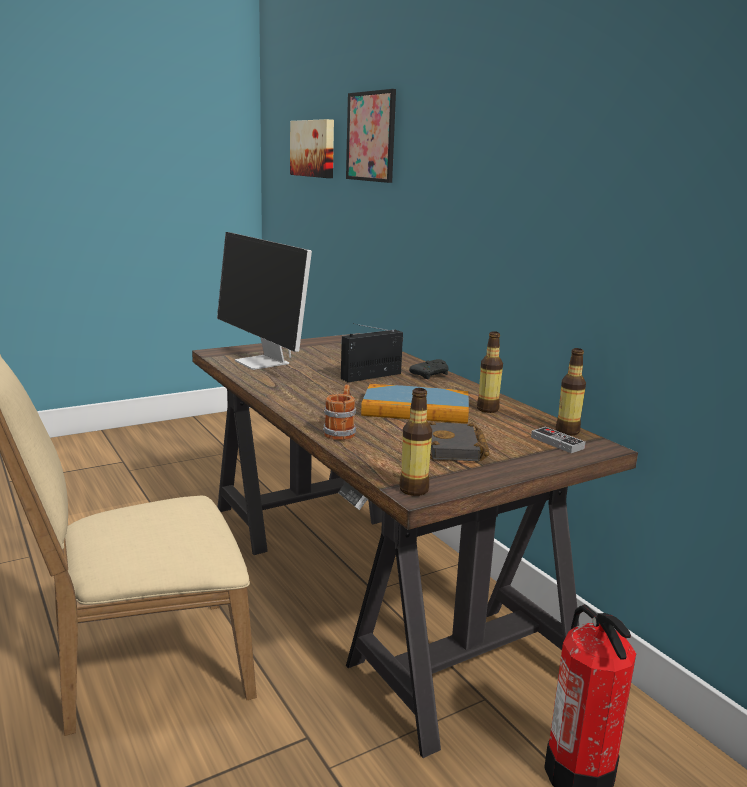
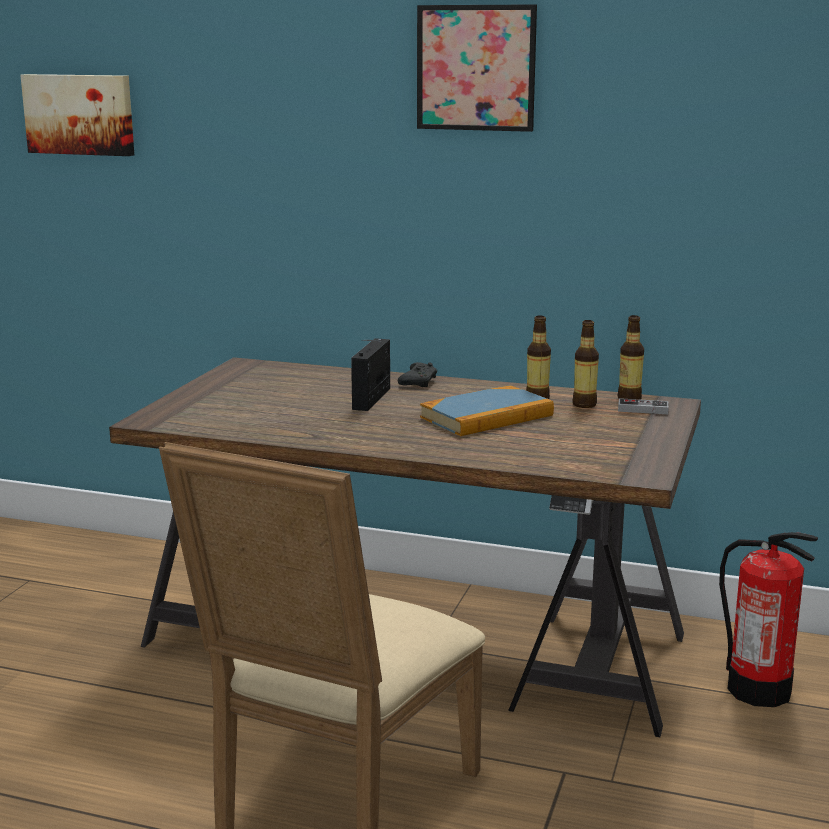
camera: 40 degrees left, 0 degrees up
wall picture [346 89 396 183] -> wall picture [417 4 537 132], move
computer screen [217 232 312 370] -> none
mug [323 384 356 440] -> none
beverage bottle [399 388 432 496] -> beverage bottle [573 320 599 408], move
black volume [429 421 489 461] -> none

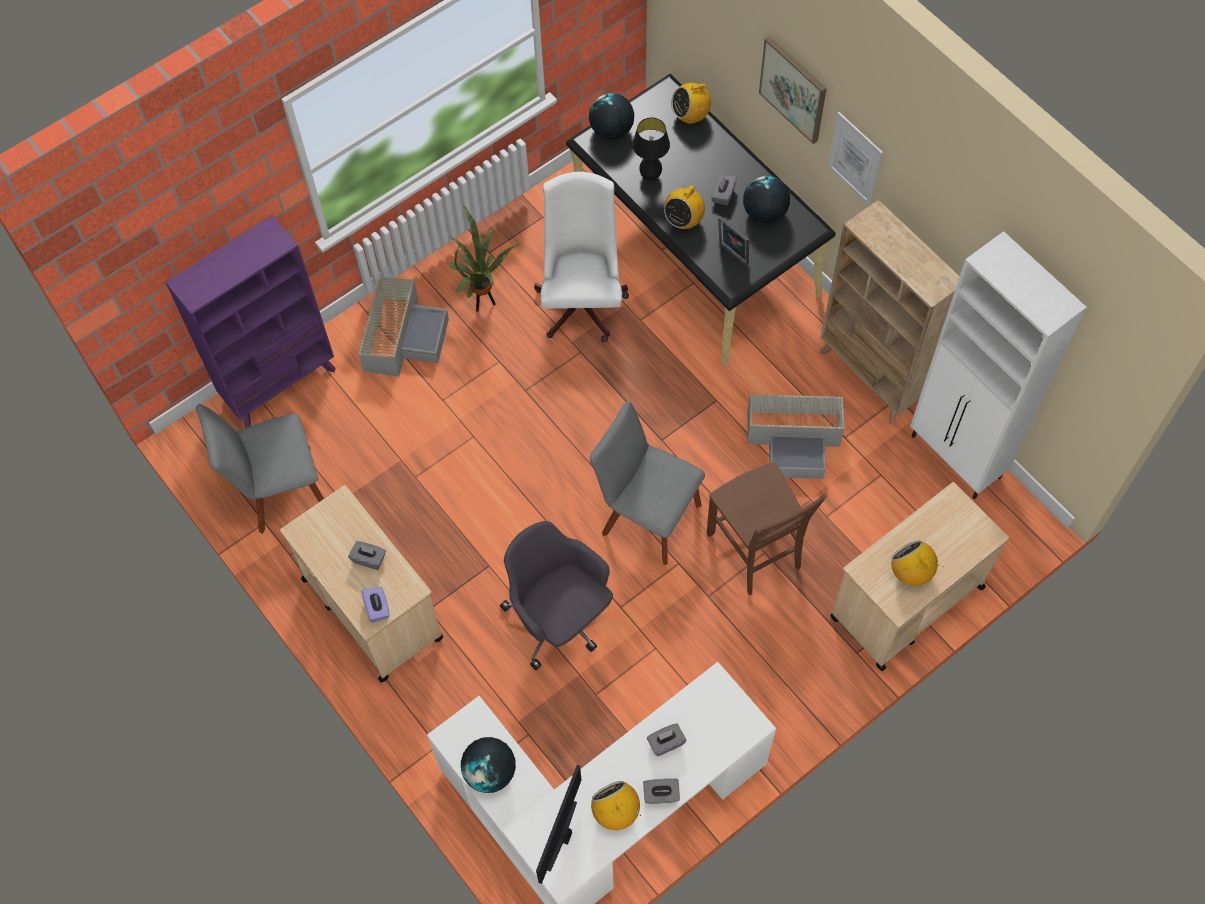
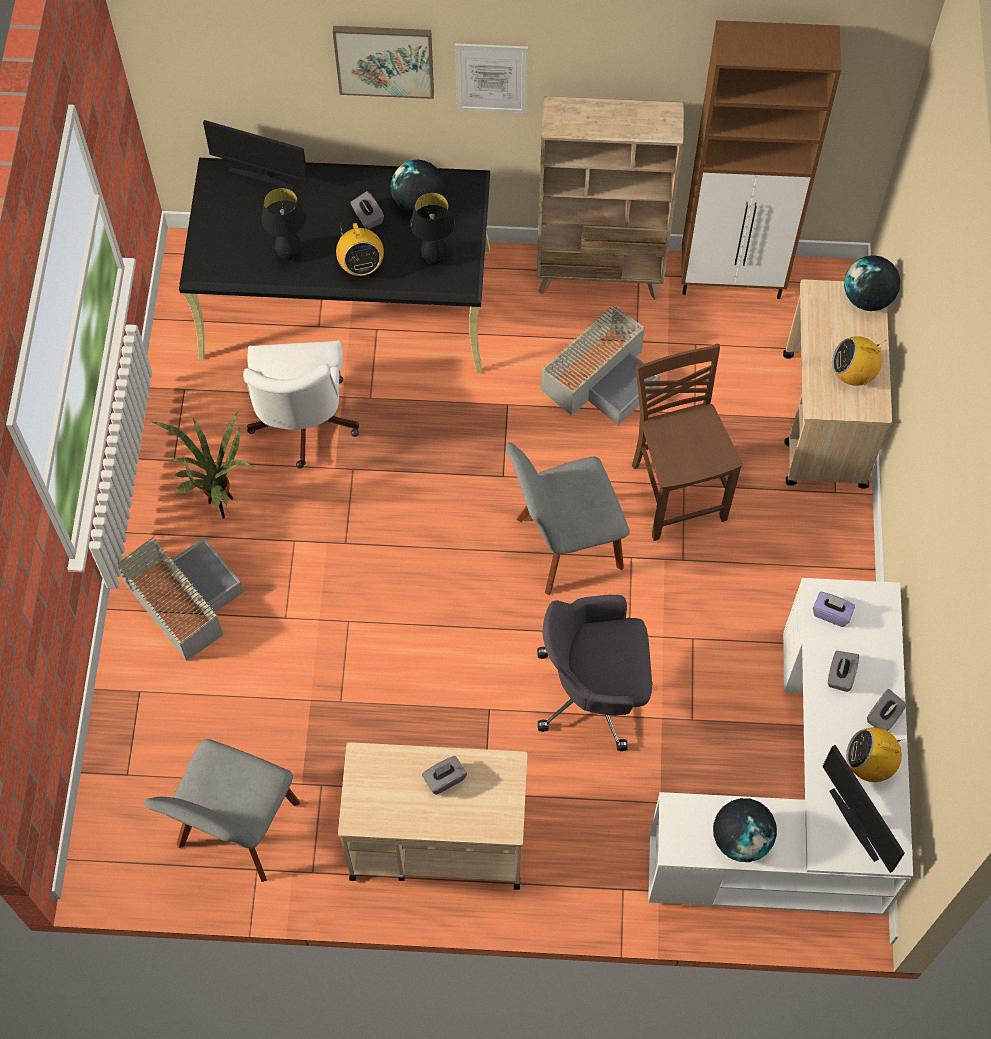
camera: 50 degrees left, 0 degrees up
radio set [671 81 711 124] -> computer screen [203 120 308 190]
globe [589 93 634 140] -> globe [844 255 900 311], move
white computer chair [534 172 629 342] -> white computer chair [243 340 359 469], 135 degrees counterclockwise
purple bookcase [165 215 336 428] -> none
picture frame [718 216 749 266] -> black table lamp [410 192 455 265]
white storage cabinet [910 231 1087 499] -> brown storage cabinet [681 20 841 299]
brown chair [707 461 827 595] -> brown chair [632 344 743 541], 120 degrees counterclockwise
purple box of tissues [362 587 390 623] -> purple box of tissues [813 592 855 627], move

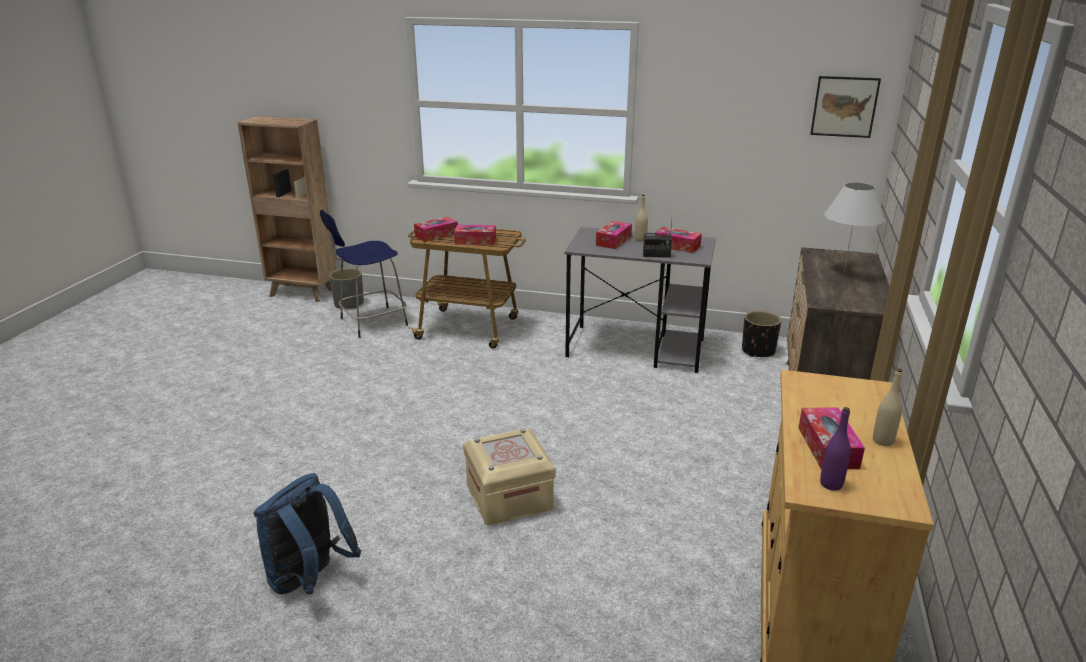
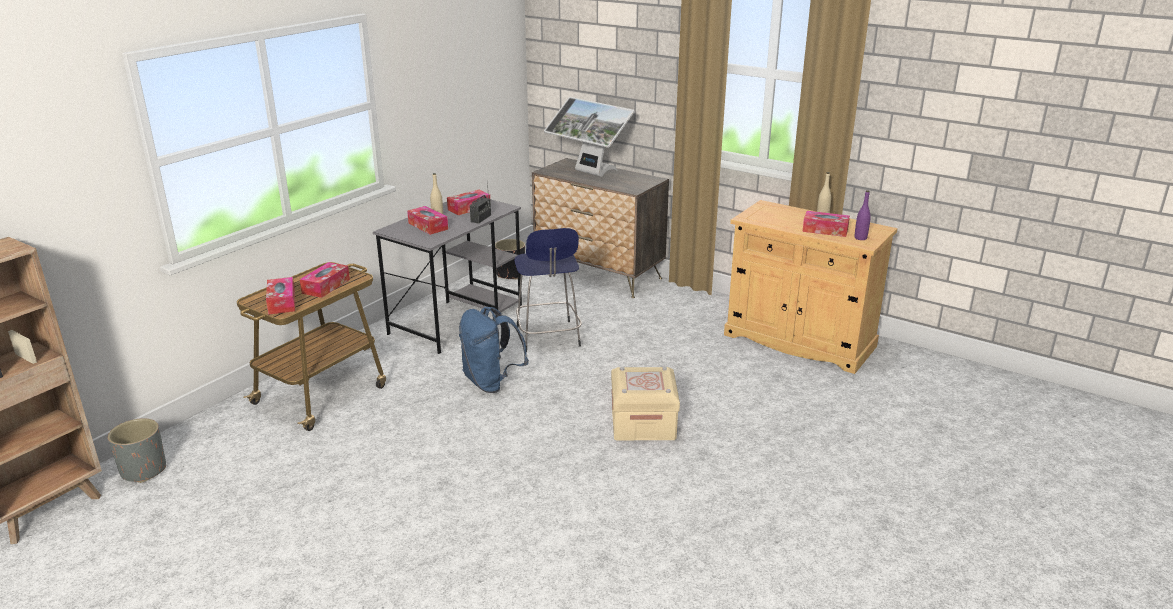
camera: 70 degrees left, 0 degrees up
wall picture [810 76 881 138] -> none
white table lamp [824 182 885 272] -> computer screen [544 97 635 177]
blue stool [320 209 408 338] -> blue stool [514 228 582 352], move
blue rucksack [254 473 361 595] -> blue rucksack [459 307 529 393], move

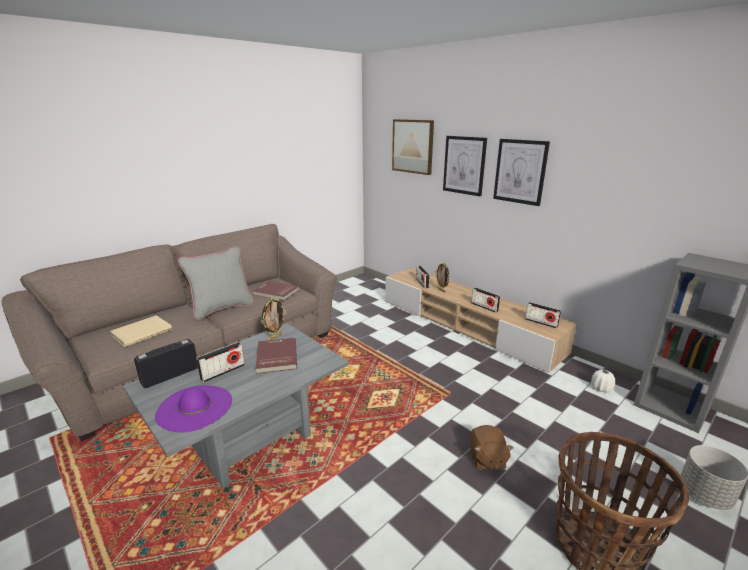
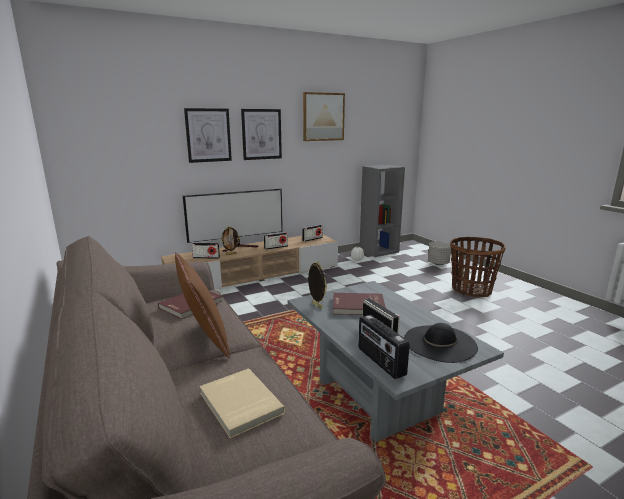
camera: 75 degrees left, 5 degrees down
wall picture [392 119 434 175] -> wall picture [303 92 345 141], move
grey pillow [178 246 254 320] -> brown pillow [175 252 230 358]
purple clothing hat [155 385 232 432] -> black clothing hat [404 323 478 363]
brown soft toy [470 425 513 470] -> none
none -> TV set [183 189 283 252]

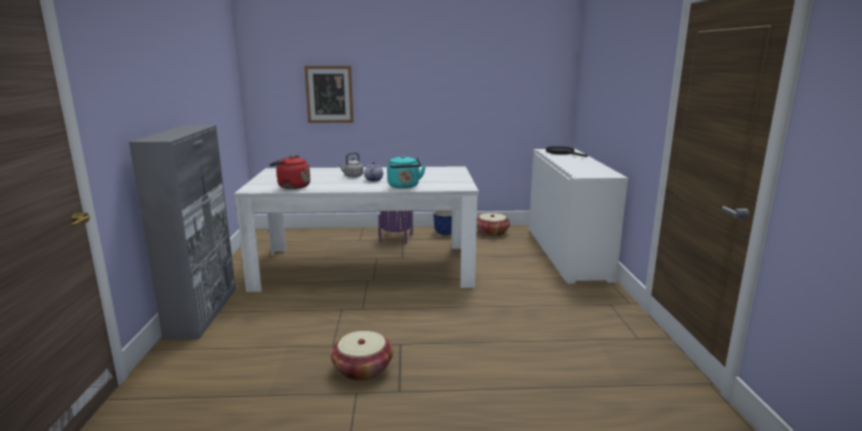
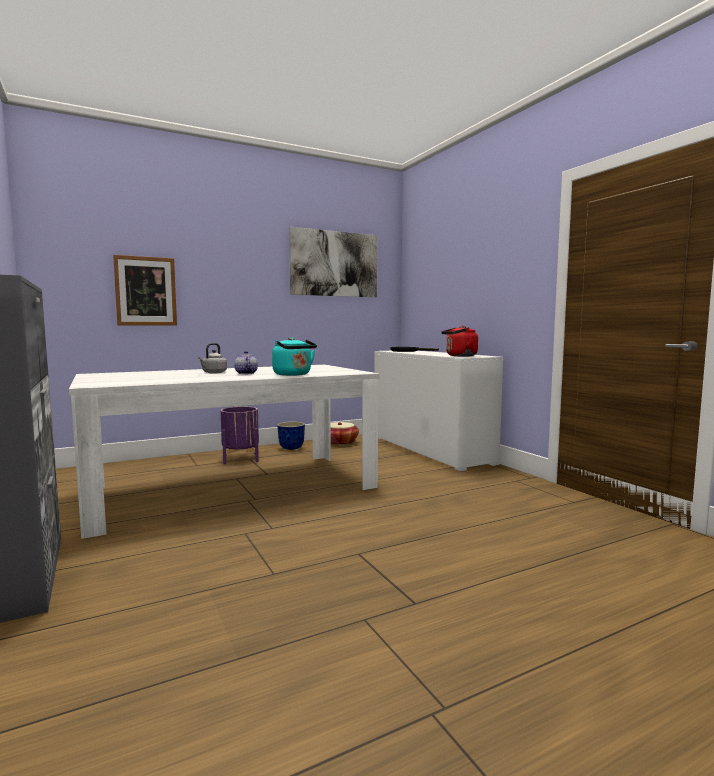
camera: 25 degrees left, 10 degrees down
red-coloured kettle [269 155 310 189] -> red-coloured kettle [441 326 478 357], move
household basket [331 331 393 381] -> none
none -> wall picture [289 227 377 297]

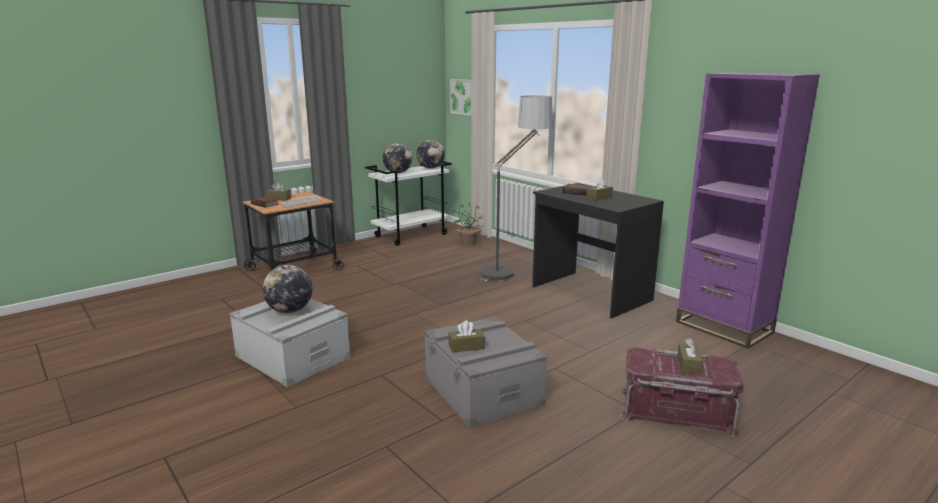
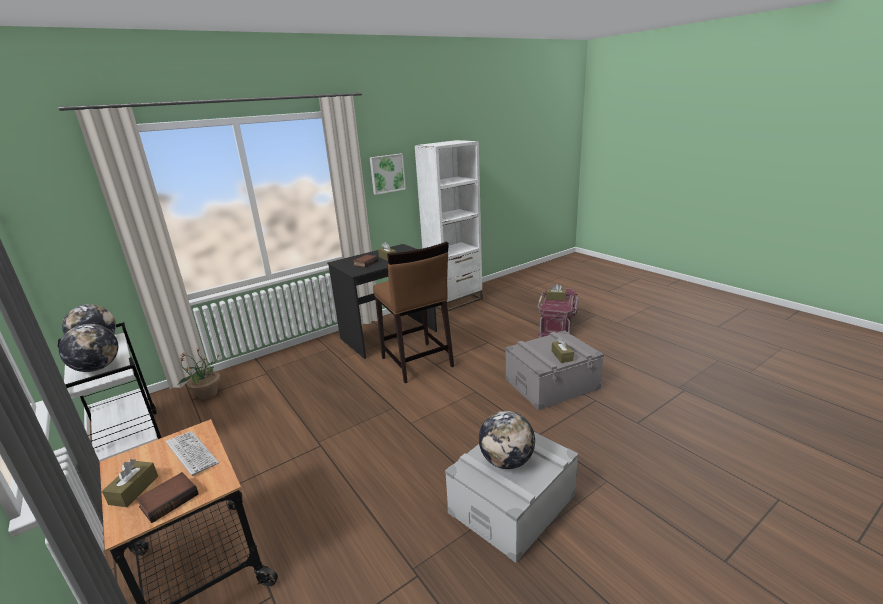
camera: 85 degrees left, 5 degrees up
purple bookcase [676 72 820 349] -> white bookcase [414 140 483 311]
wall picture [450 79 471 115] -> wall picture [370 154 406 195], move
floor lamp [480 95 552 282] -> none
none -> brown stool [373 241 454 383]

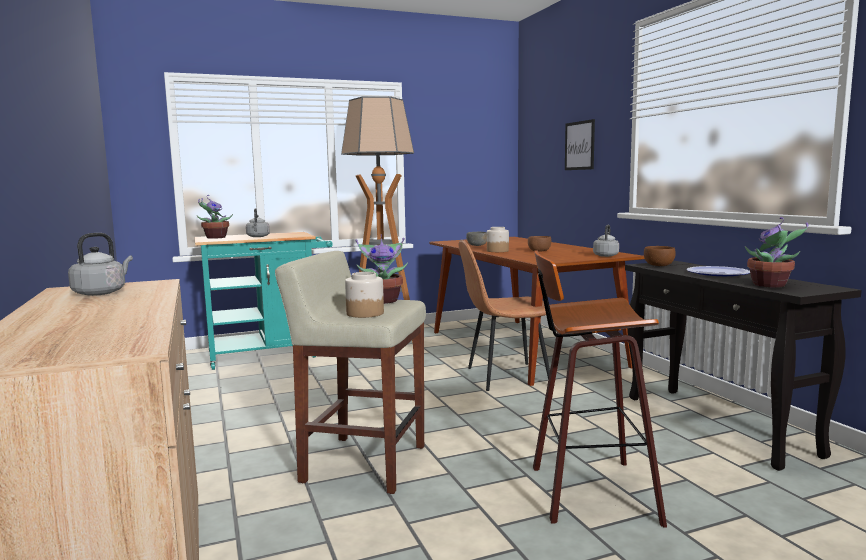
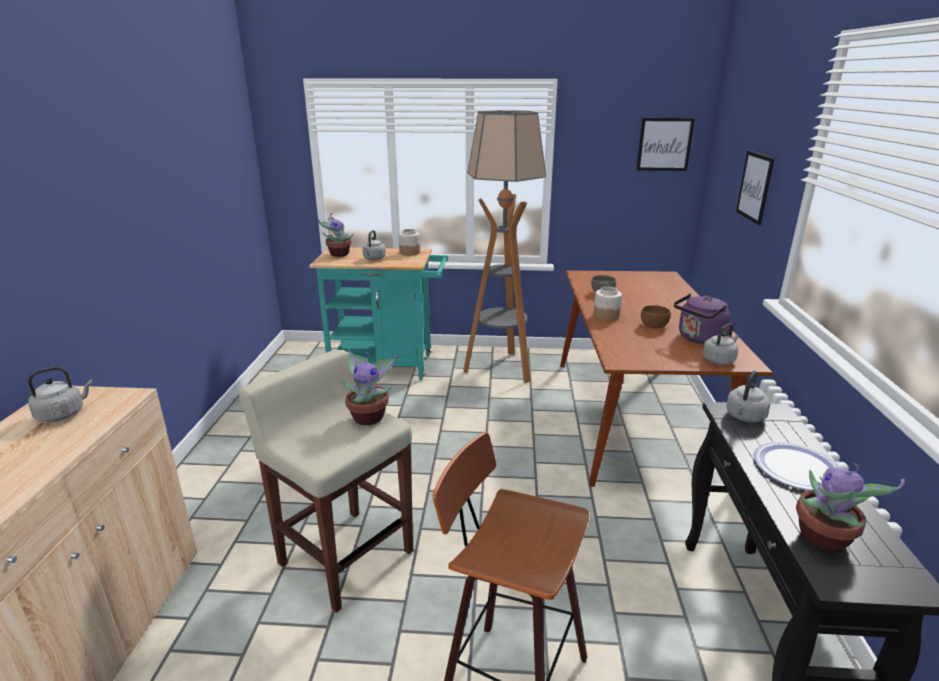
camera: 25 degrees right, 15 degrees up
brown chair [458 240 550 391] -> none
brown serving bowl [644 246 676 266] -> grey kettle [726 371 771 422]
preserve jar [345 272 384 318] -> preserve jar [399 229 420 256], move
none -> wall picture [636 118 695 171]
none -> purple kettle [674 294 736 344]

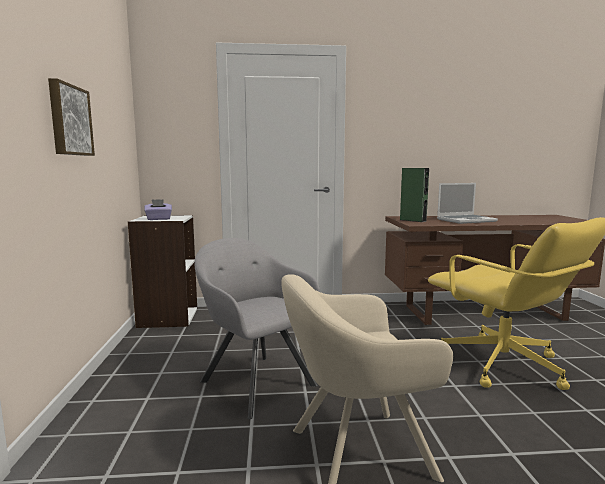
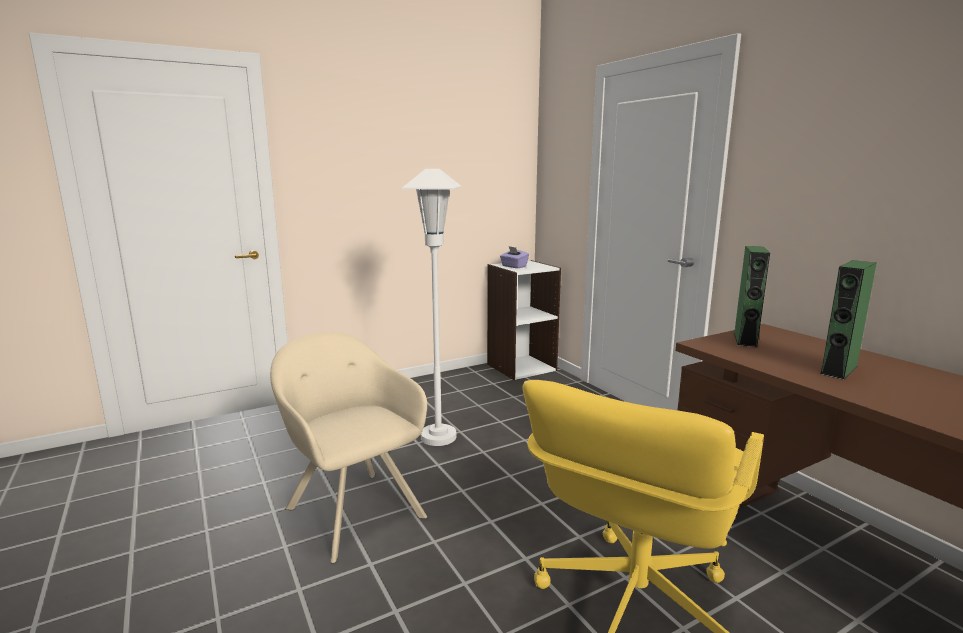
camera: 65 degrees right, 5 degrees up
wall picture [48 78 95 156] -> none
laptop [437 183 498 224] -> greenish audio speaker [820 260 877 380]
grey armchair [194 238 320 419] -> white floor lamp [402 169 462 446]

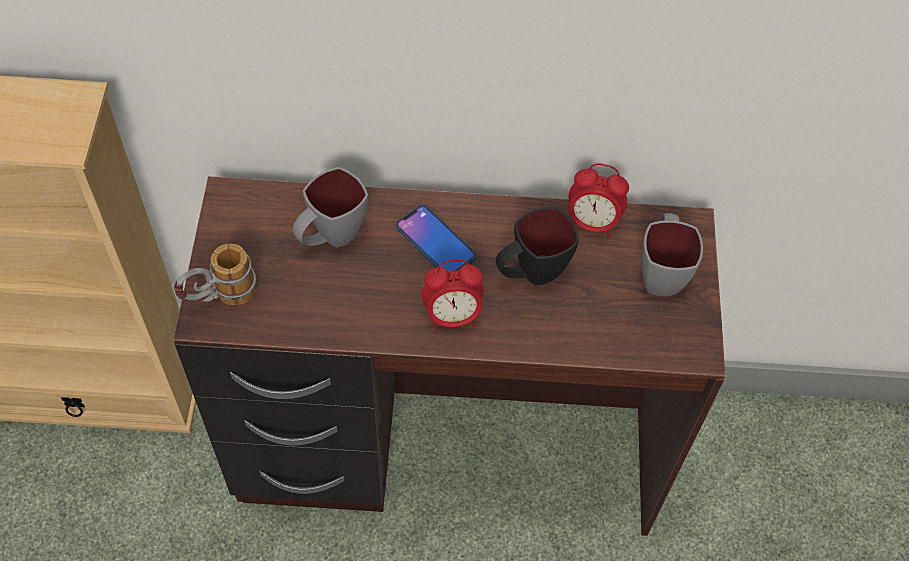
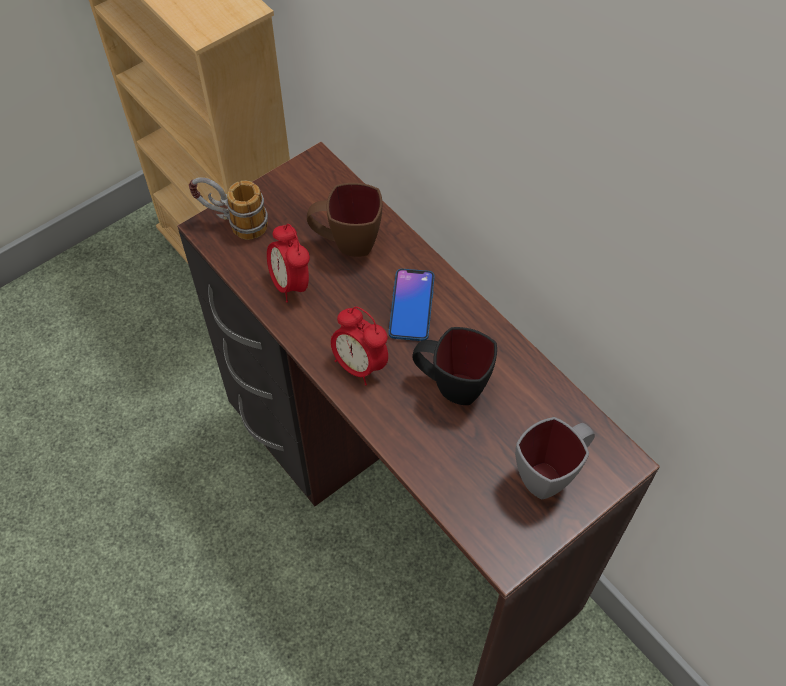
camera: 50 degrees right, 0 degrees up
alarm clock [568 164 629 238] -> alarm clock [267 224 310 303], move
grey mug [293 167 368 248] -> brown mug [307 183 382 257]

